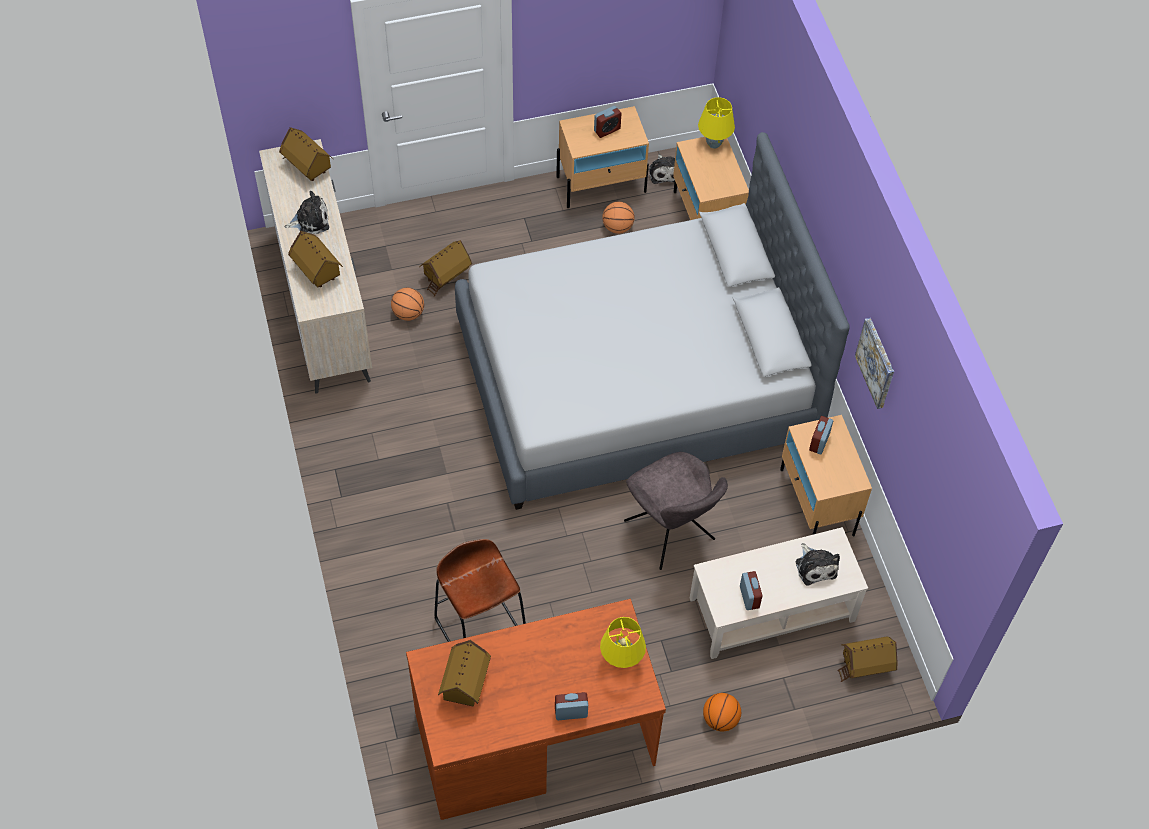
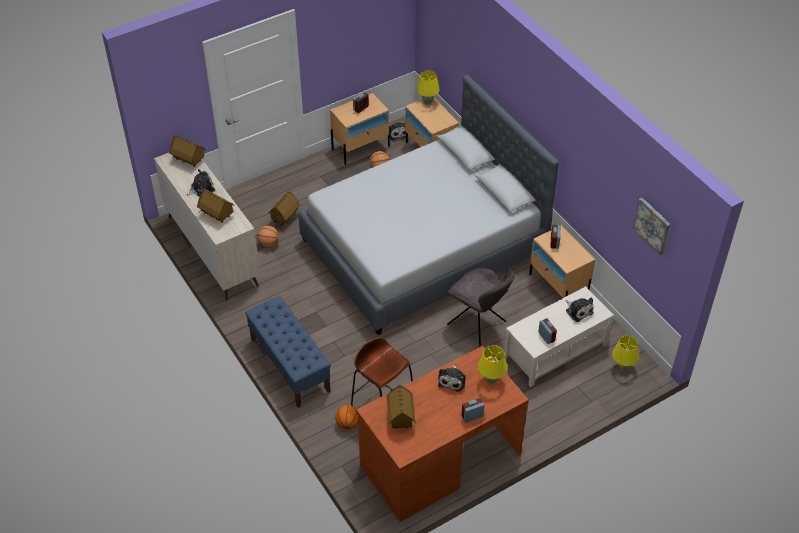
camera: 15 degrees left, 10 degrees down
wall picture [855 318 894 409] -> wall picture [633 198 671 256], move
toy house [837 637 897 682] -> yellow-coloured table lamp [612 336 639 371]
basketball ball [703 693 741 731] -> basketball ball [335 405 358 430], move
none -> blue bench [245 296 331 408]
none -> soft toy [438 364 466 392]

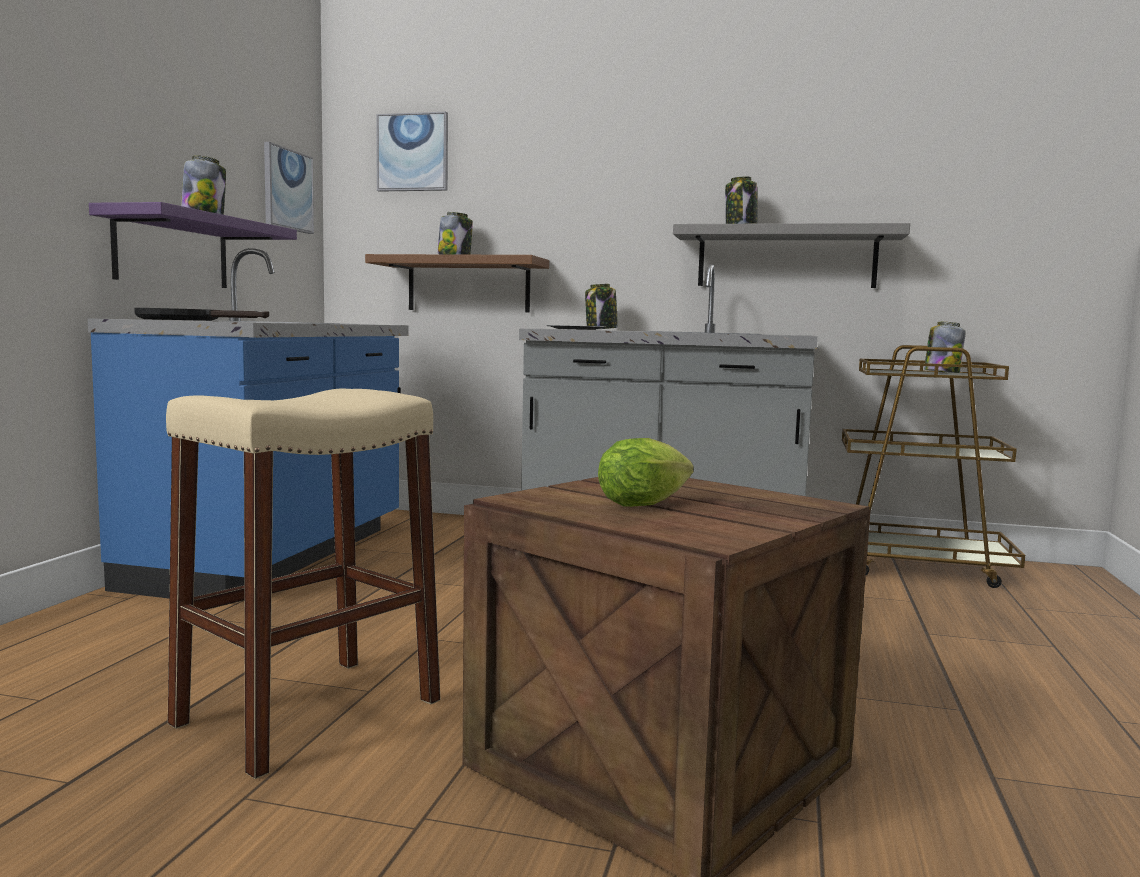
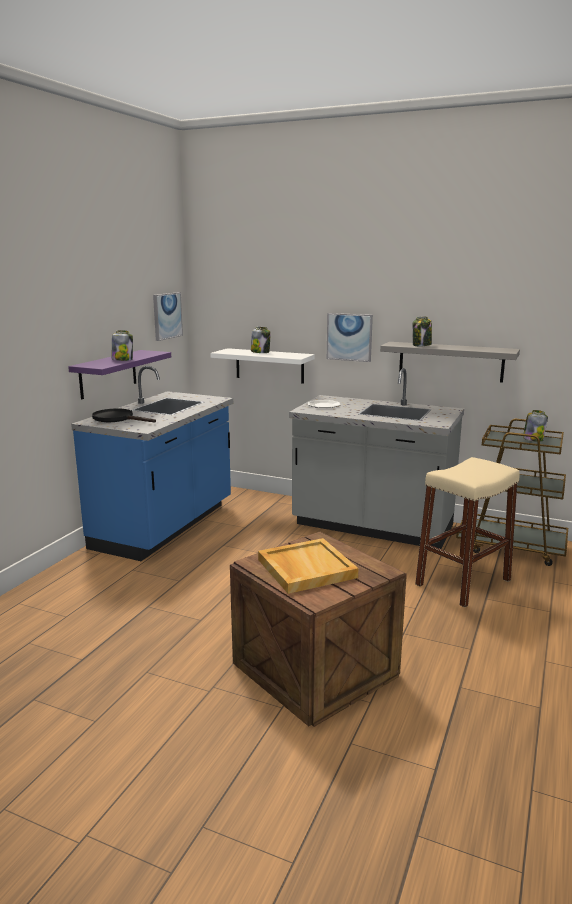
camera: 10 degrees right, 10 degrees up
wall picture [376 112 448 192] -> wall picture [327 313 373 362], move
brown shelf [365 254 549 312] -> white shelf [210 348 315 384]
preserve jar [585 284 618 329] -> none
beige-coloured stool [166 389 440 779] -> beige-coloured stool [415 457 520 607], move
head of lettuce [598 438 694 507] -> beige-coloured carrying tray [258 538 359 594]

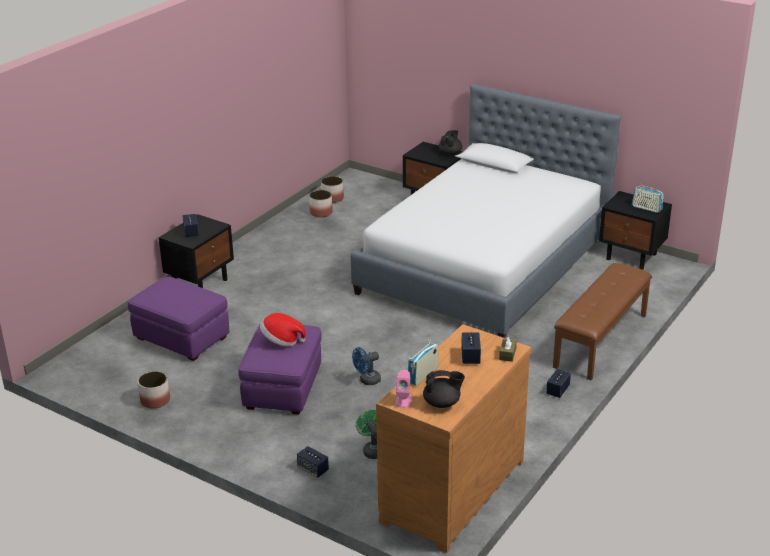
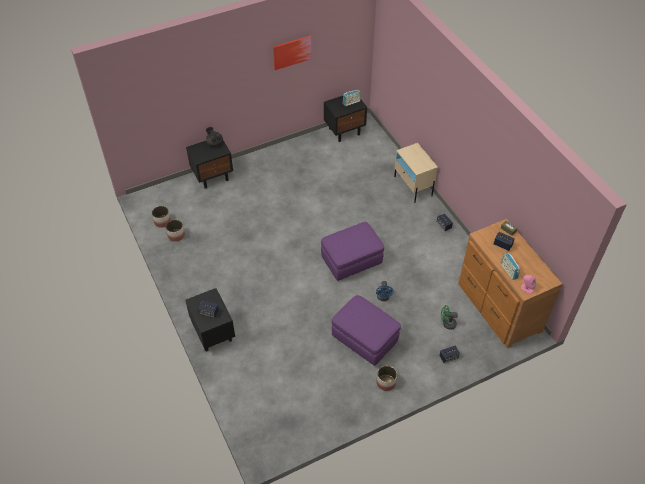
camera: 60 degrees left, 20 degrees up
bed [351 83 621 338] -> none
brown bench [553 263 652 380] -> beige-coloured nightstand [394 143 438 203]
purple footrest [128 277 230 361] -> purple footrest [321 222 384 281], move
clothing hat [260 313 306 346] -> none
black tea pot [423 370 465 408] -> none
planter [138 371 170 408] -> planter [376 366 397 391], move
none -> wall picture [273 35 312 70]

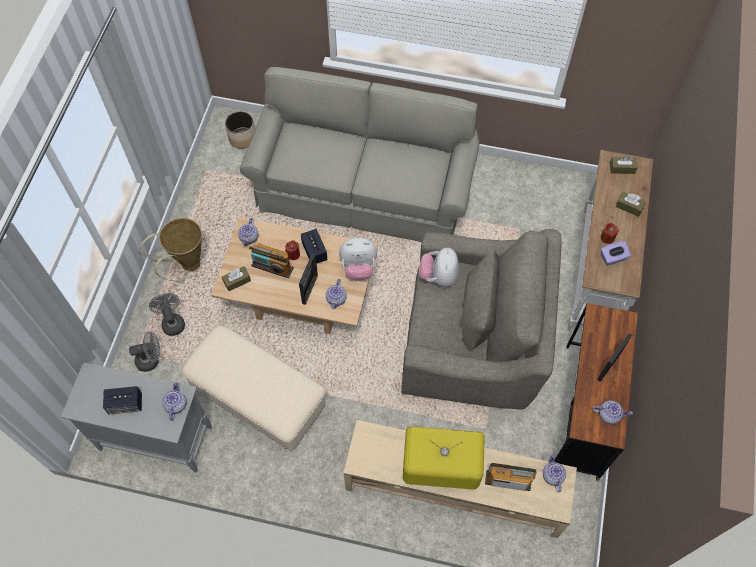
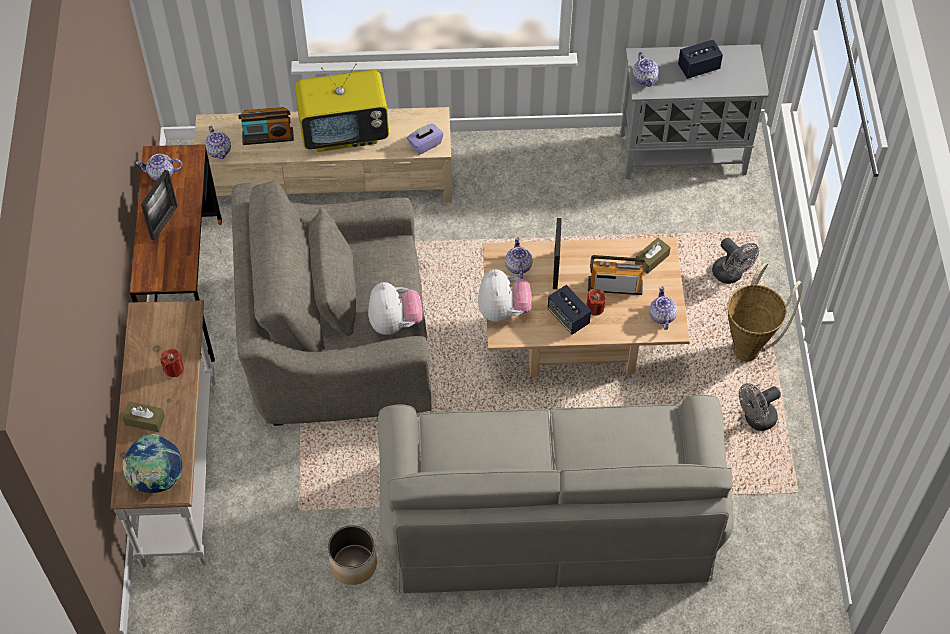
camera: 165 degrees right, 5 degrees down
planter [225 111 255 149] -> planter [328 525 377 585], move
brown box of tissues [610 157 638 174] -> globe [122 434 182 493]
soft toy [339 238 377 281] -> soft toy [478 269 532 322], 105 degrees clockwise
purple box of tissues [601 241 631 266] -> purple box of tissues [407 124 443 155], move
beige-coloured footrest [182 325 326 451] -> none
grey fan [129 331 160 372] -> grey fan [739 383 781 431], move

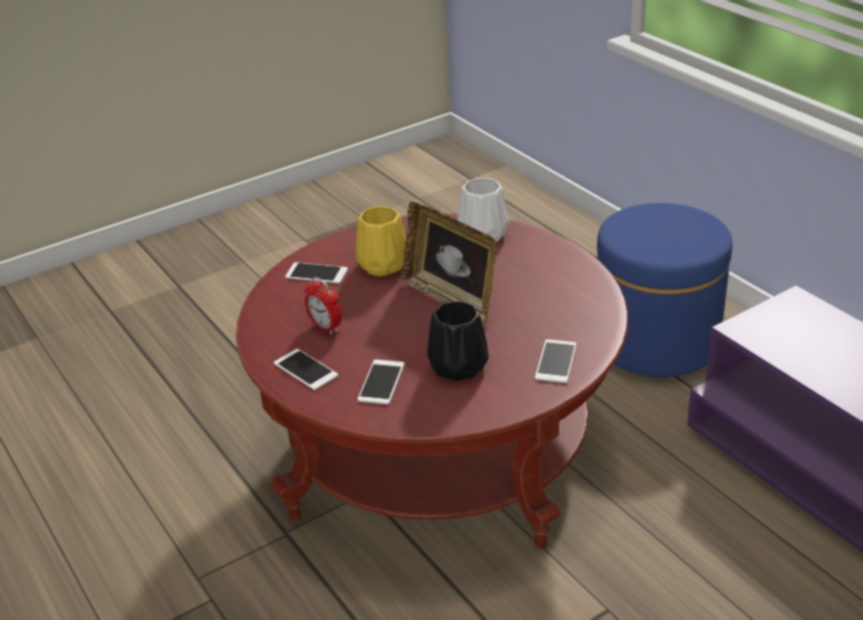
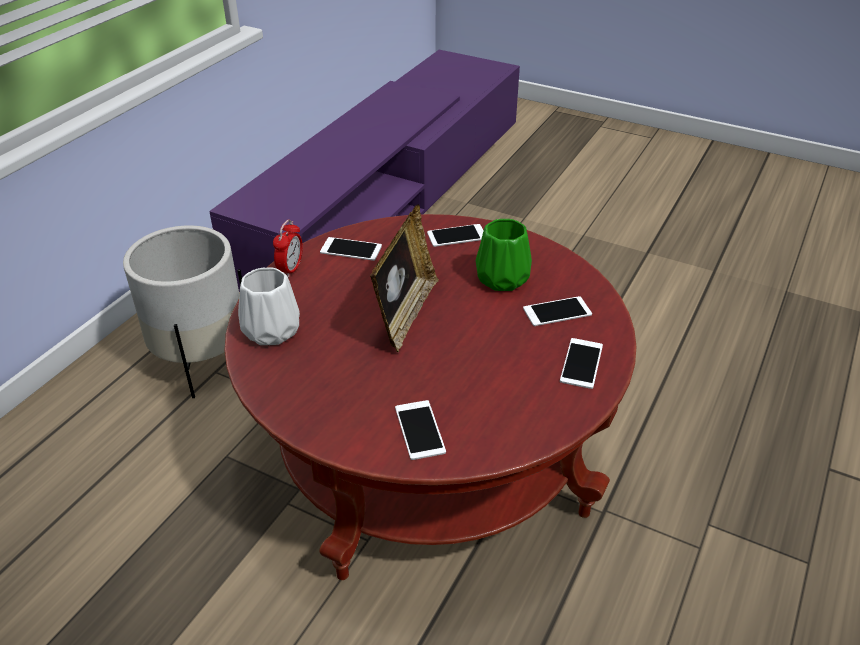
camera: 120 degrees left, 5 degrees up
blue footrest [597 203 732 377] -> white planter [123 225 242 398]
yellow-coloured flower vase [356 206 406 276] -> none
alarm clock [305 277 342 335] -> alarm clock [273 219 303 278], move
black flower vase [427 301 489 381] -> greenish flower vase [476 219 532 291]
none -> handset [320 237 382 261]

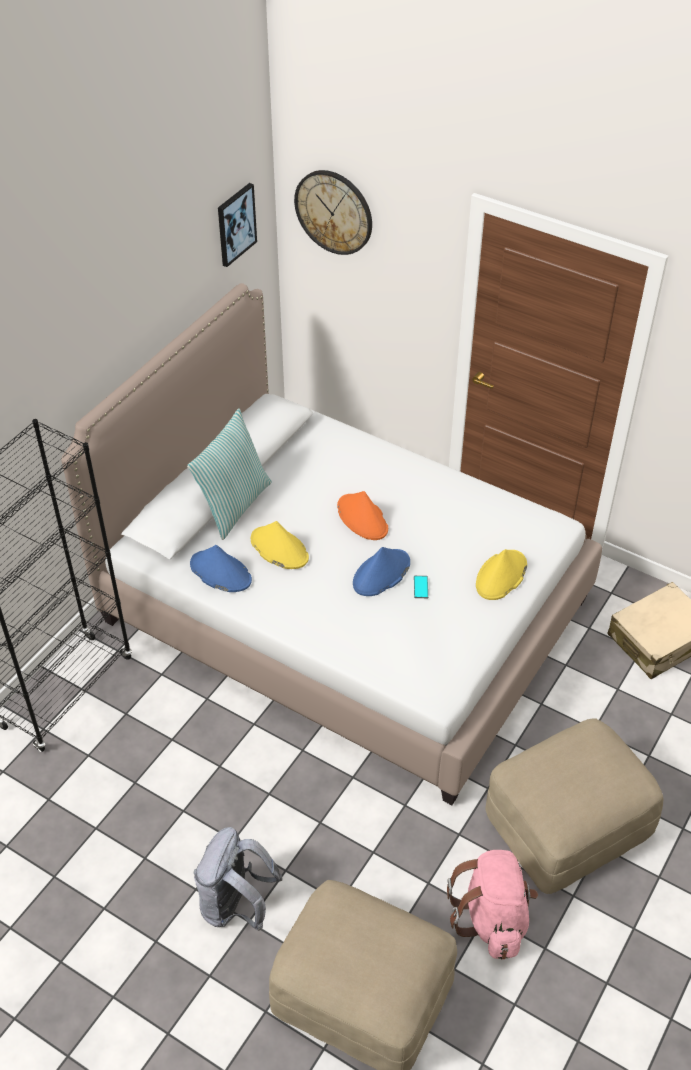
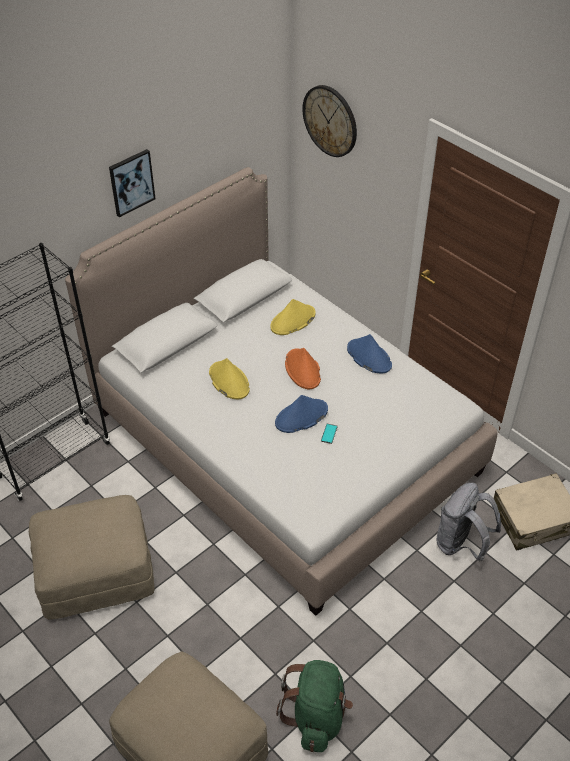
camera: 15 degrees right, 0 degrees up
wall picture [218 183 257 267] -> wall picture [109 149 156 217], move
pillow [187 408 272 540] -> none
blue clothing hat [190 545 252 592] -> blue clothing hat [347 334 392 373], move
yellow-coloured clothing hat [476 549 527 600] -> yellow-coloured clothing hat [270 299 316 335], move
beige-coloured footrest [485 718 663 894] -> beige-coloured footrest [29 495 155 620], move
grey rucksack [194 827 283 931] -> grey rucksack [437 483 501 561], move
pink-coloured rucksack [447 850 538 959] -> greenish rucksack [276 660 353 752]

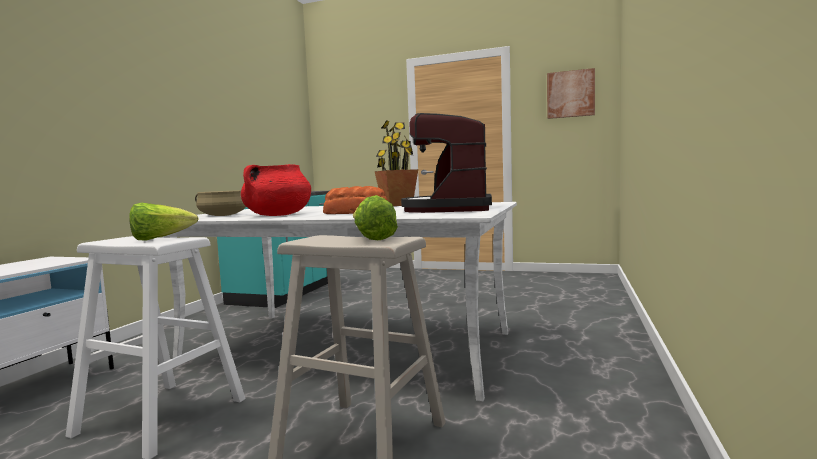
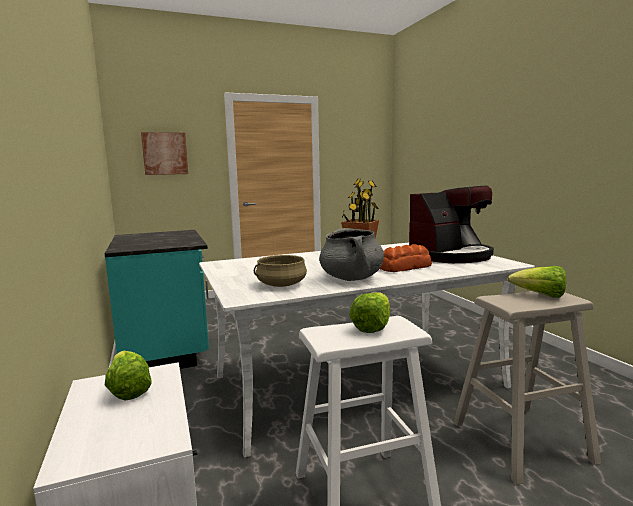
camera: 40 degrees left, 5 degrees up
wall picture [547 68 595 119] -> wall picture [141 132 188 175], move
coffee machine [401 113 492 213] -> coffee machine [409 186 494 263], 90 degrees counterclockwise
red-coloured stockpot [241 164 311 216] -> grey stockpot [319 228 384 281]
none -> head of lettuce [105 351 152 401]

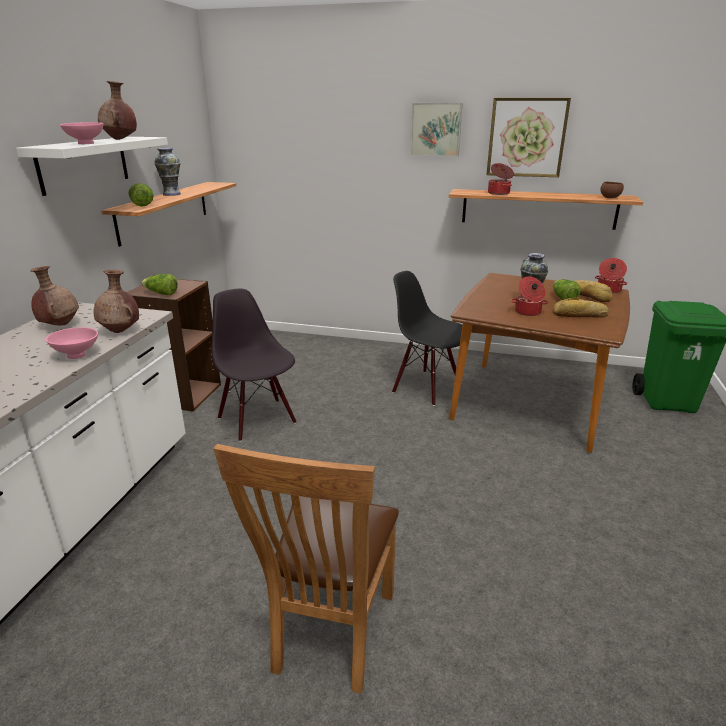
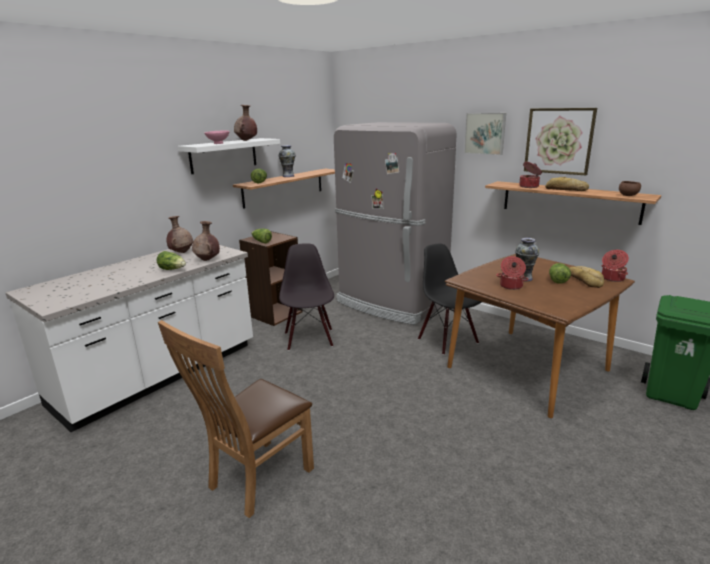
camera: 25 degrees right, 5 degrees down
bakery bread [553 297 609 318] -> bakery bread [545 177 589 191], move
pink-coloured serving bowl [46 327 98 359] -> head of lettuce [156 251 186 270]
none -> grey kitchen fridge [334 122 457 325]

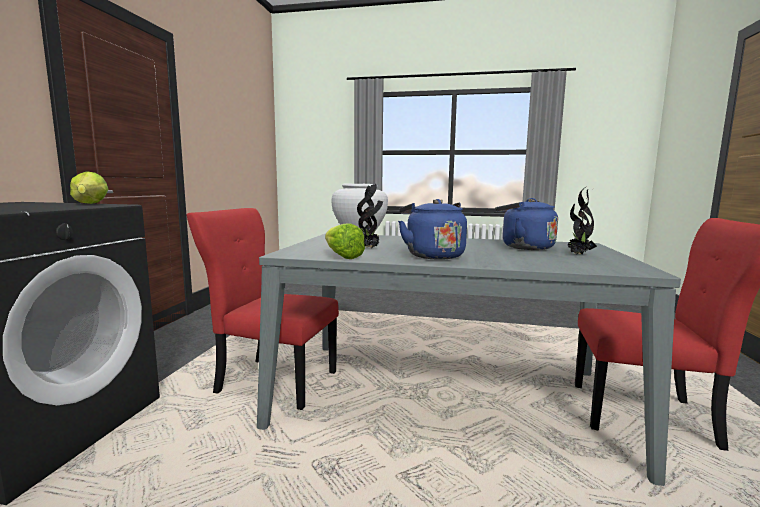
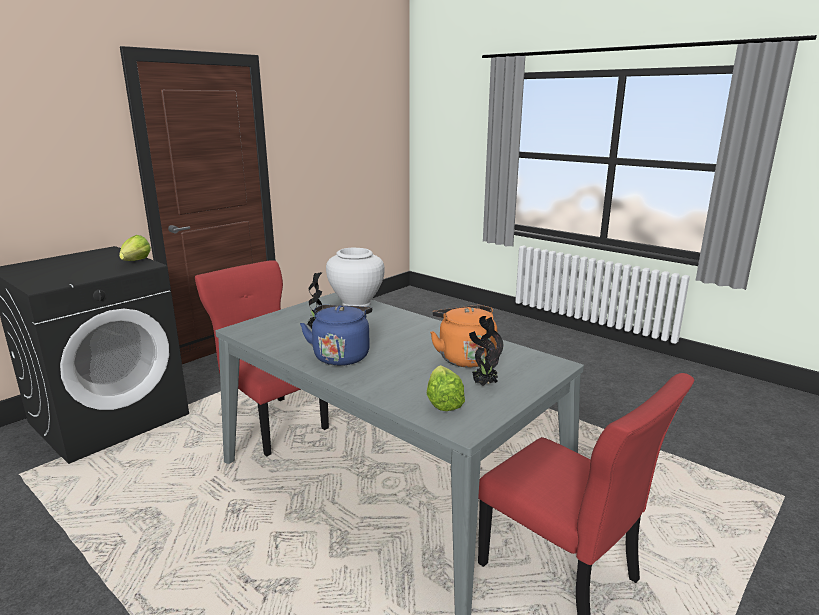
camera: 30 degrees right, 10 degrees up
blue kettle [495 198 558 250] -> orangey kettle [430 305 497 368]
head of lettuce [325 223 365 259] -> head of lettuce [427 365 465 411], move

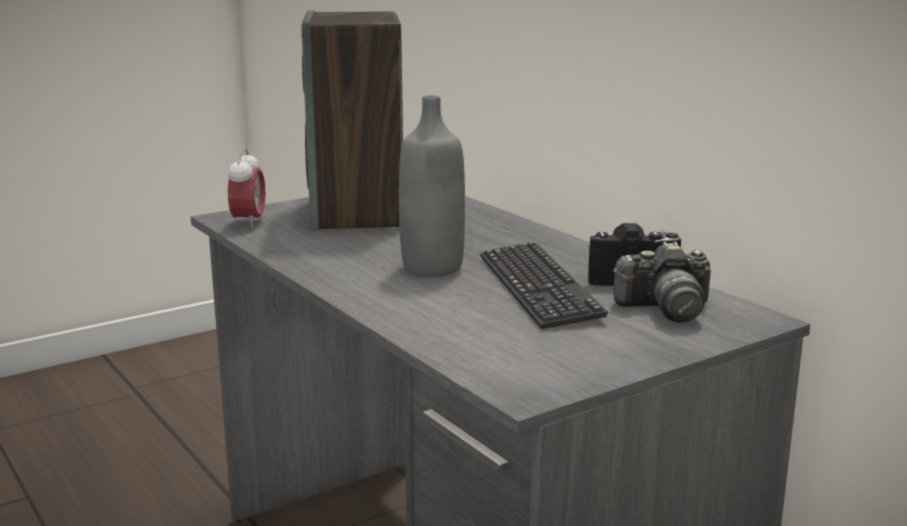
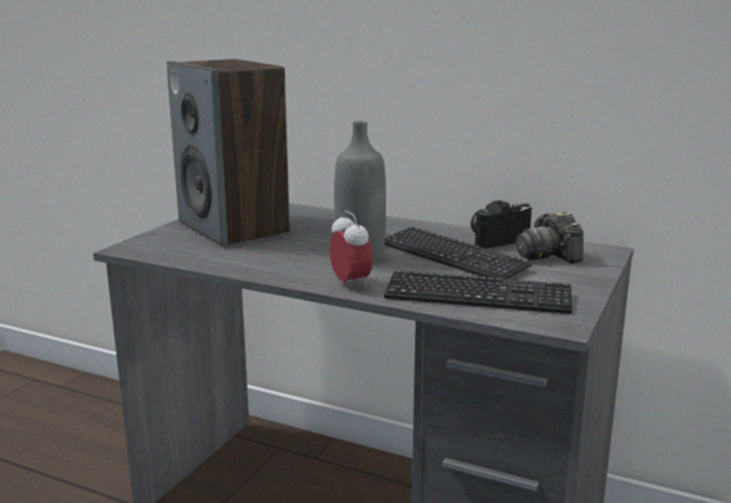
camera: 30 degrees left, 0 degrees up
alarm clock [228 148 265 228] -> alarm clock [330 211 373 289], move
still camera [613 242 711 323] -> still camera [516 211 584 264], 105 degrees clockwise
none -> PC keyboard [384 270 572 314]

